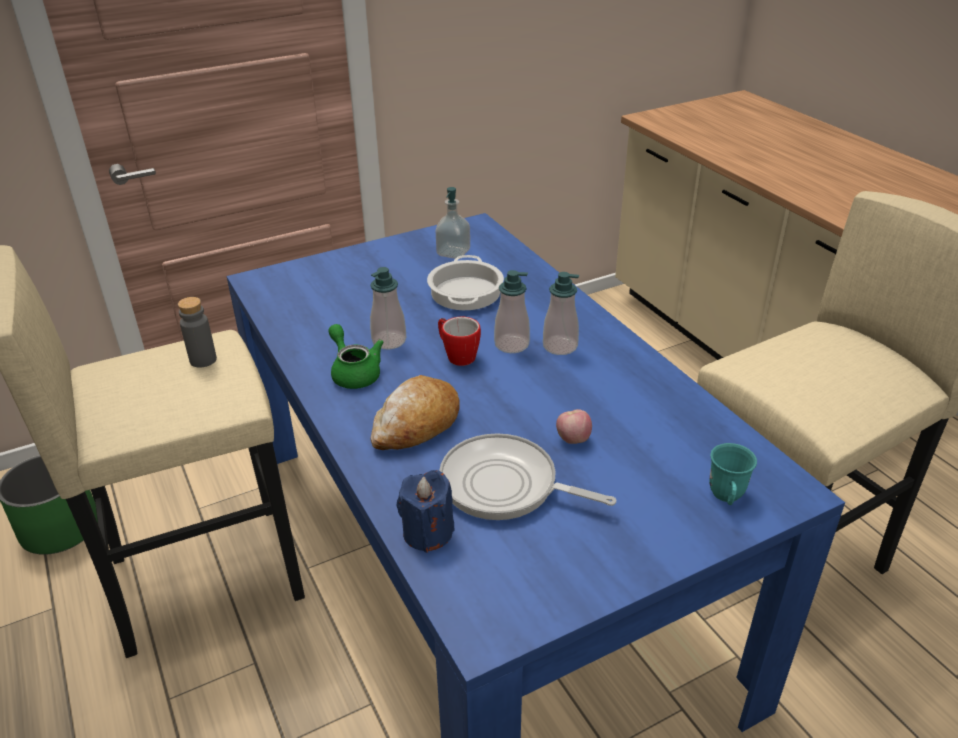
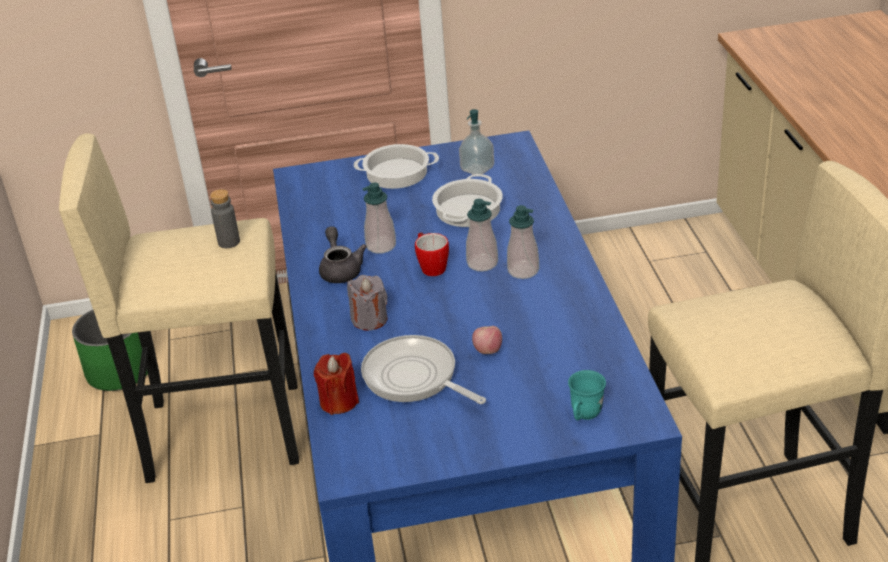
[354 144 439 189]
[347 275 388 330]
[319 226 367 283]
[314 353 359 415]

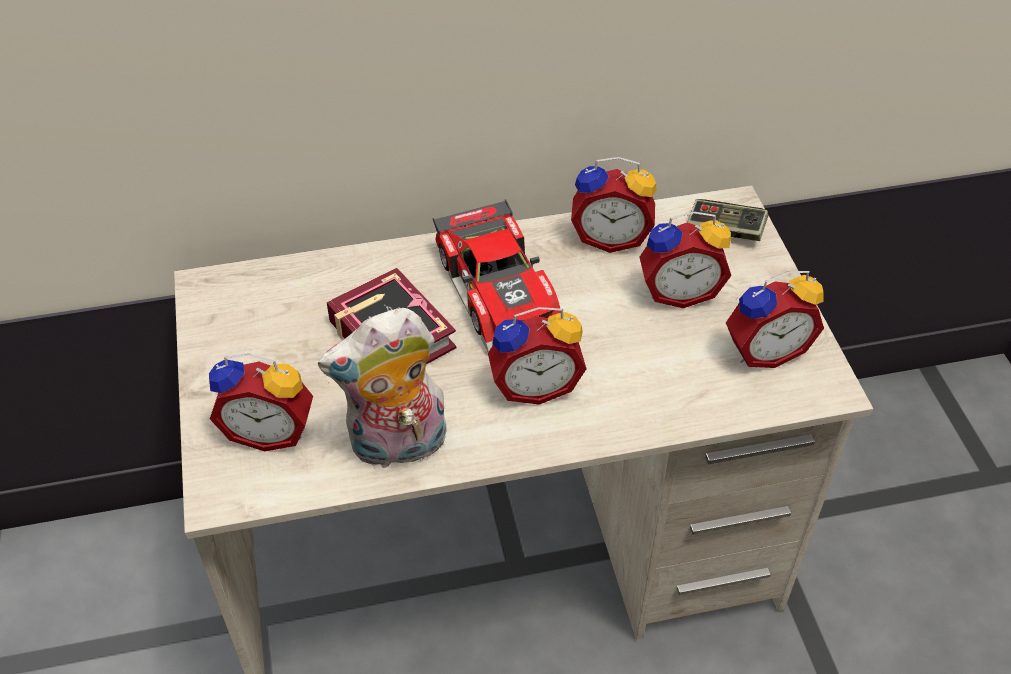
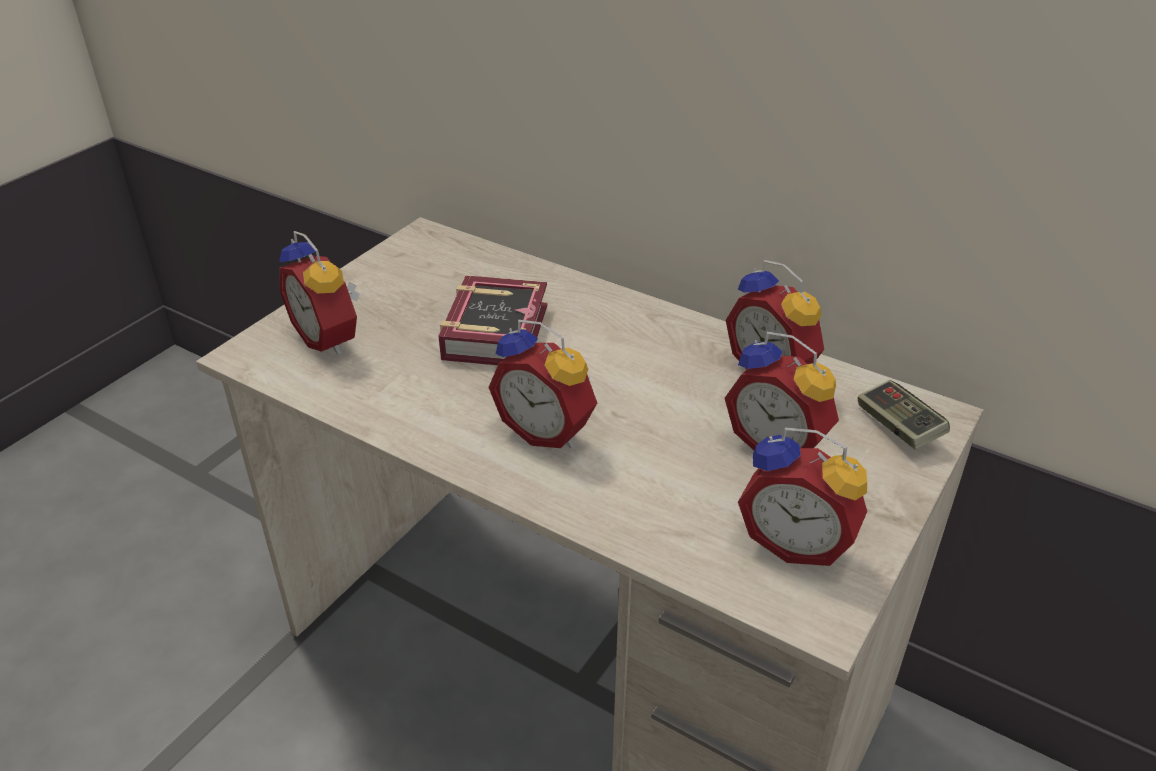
[318 308 447 469] (first image)
[433 199 561 353] (first image)

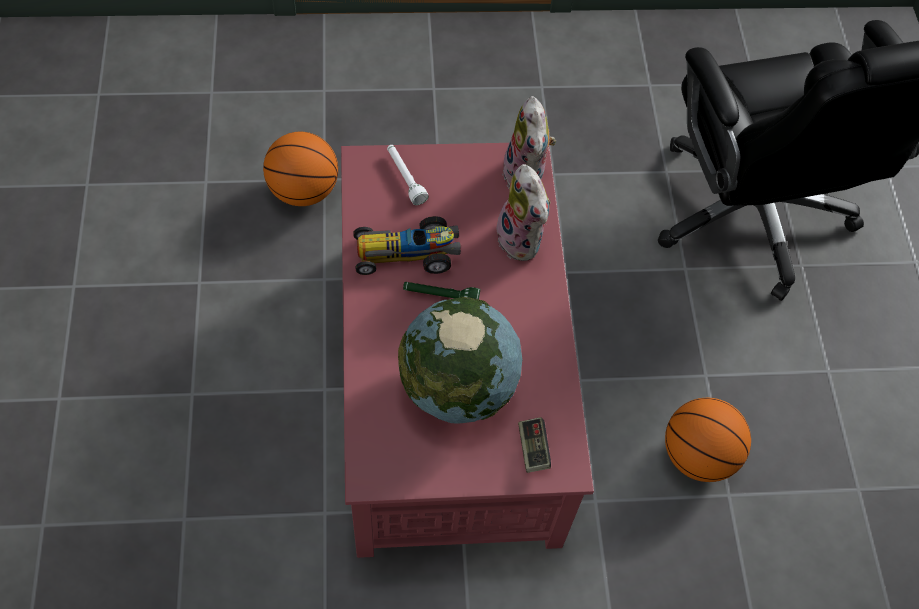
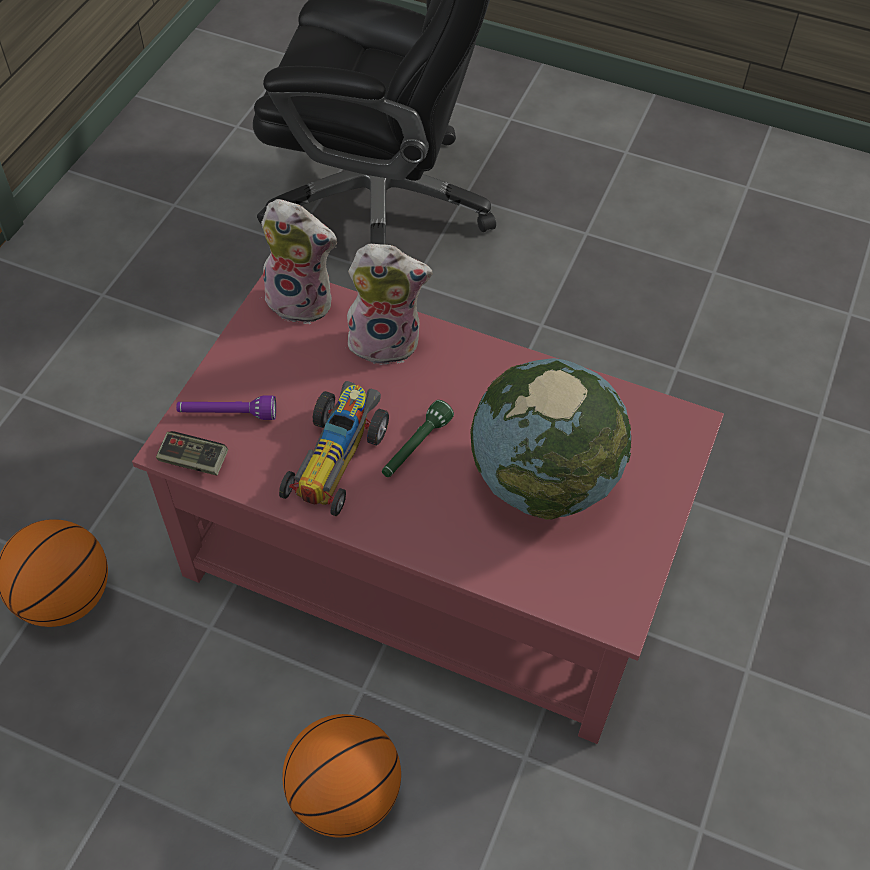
[156 431 228 476]
[282 714 401 838]
[176 395 276 420]

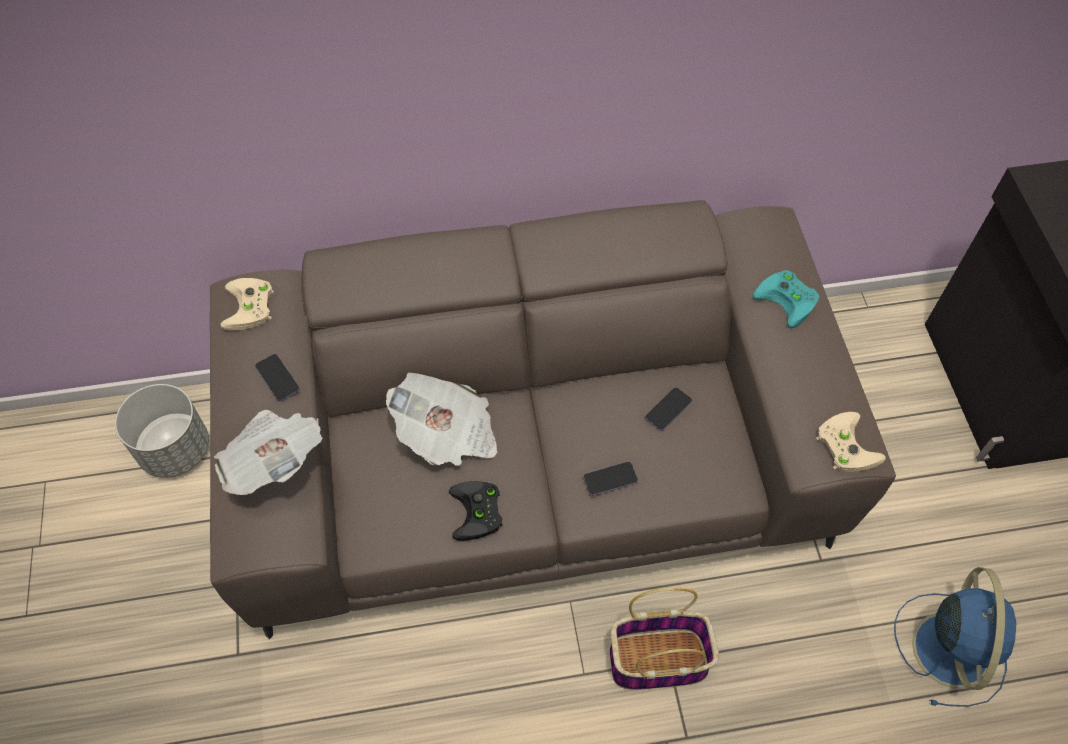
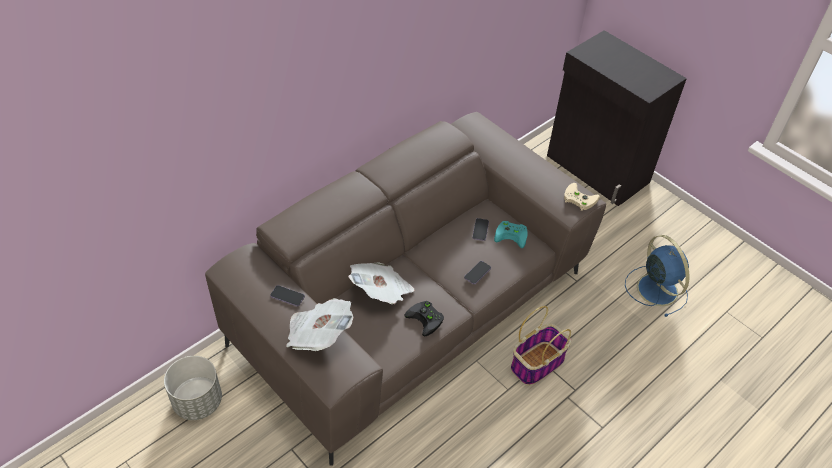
[220 278 274 330] (first image)
[494 221 528 248]

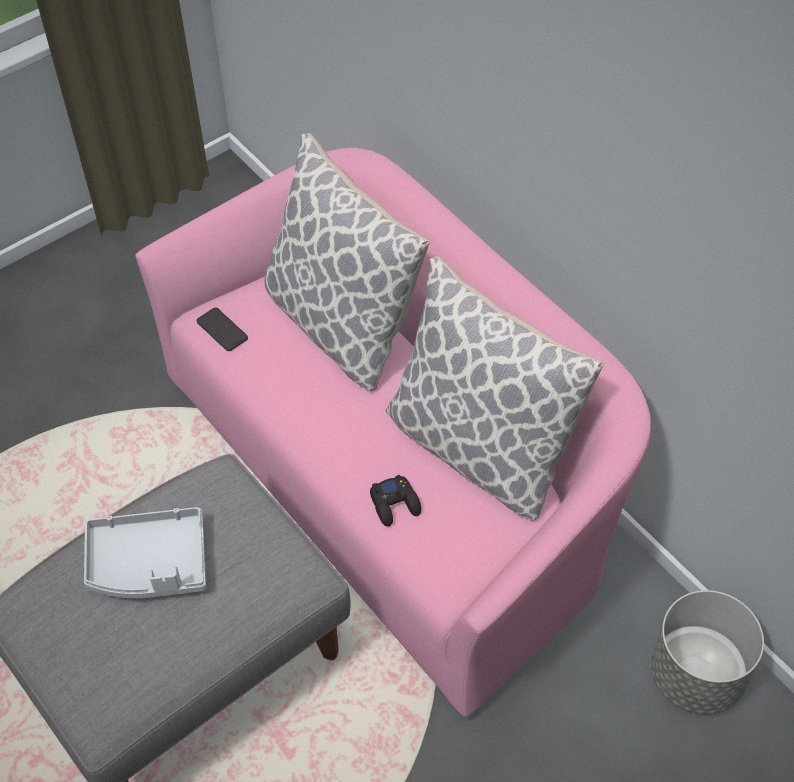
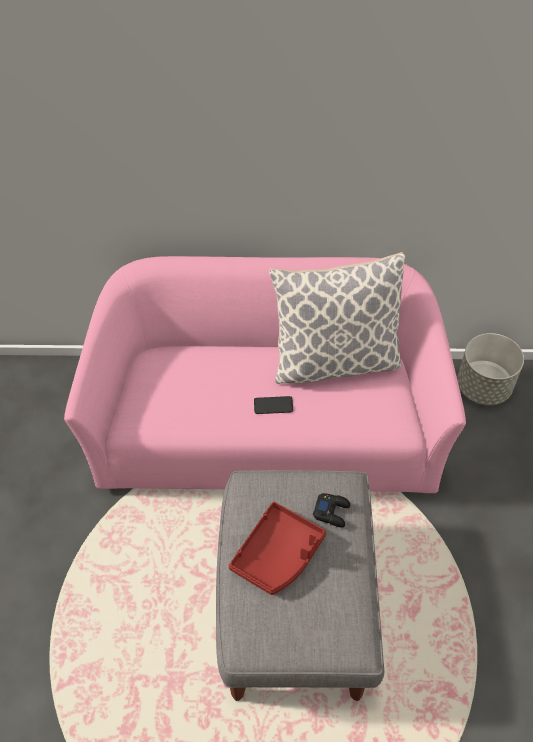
[264 133 430 391] (first image)
[254 396 293 414]
[313 493 350 528]
[229 502 326 595]

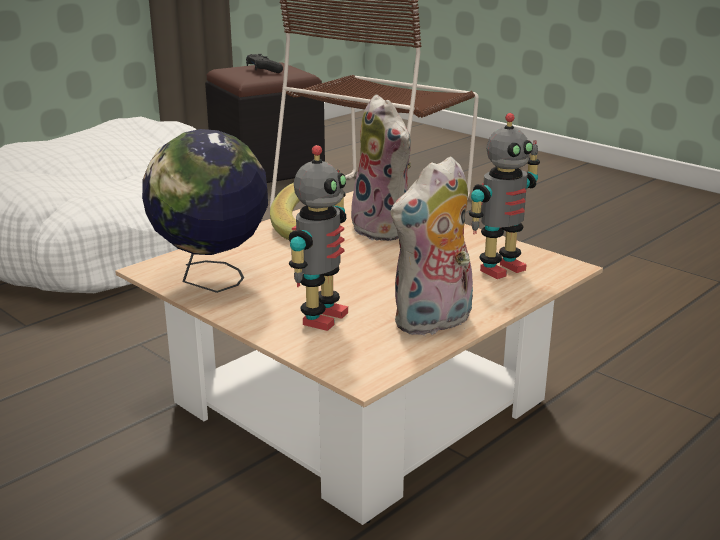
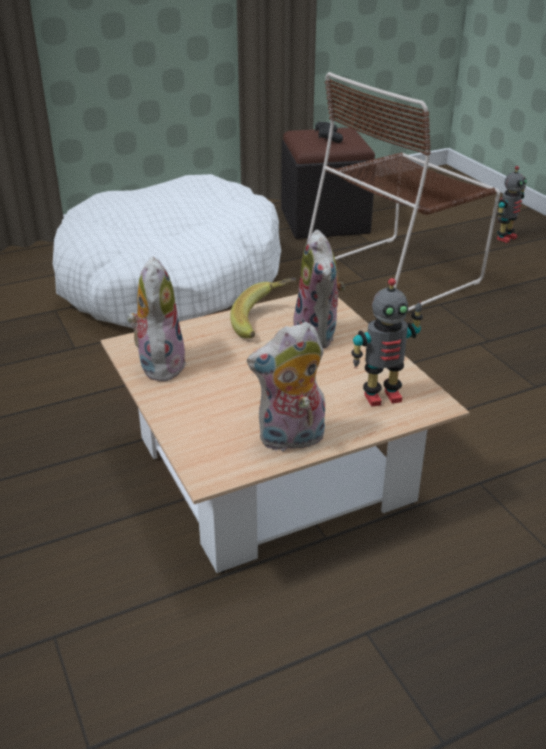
[497 166 527 243]
[127 256 186 382]

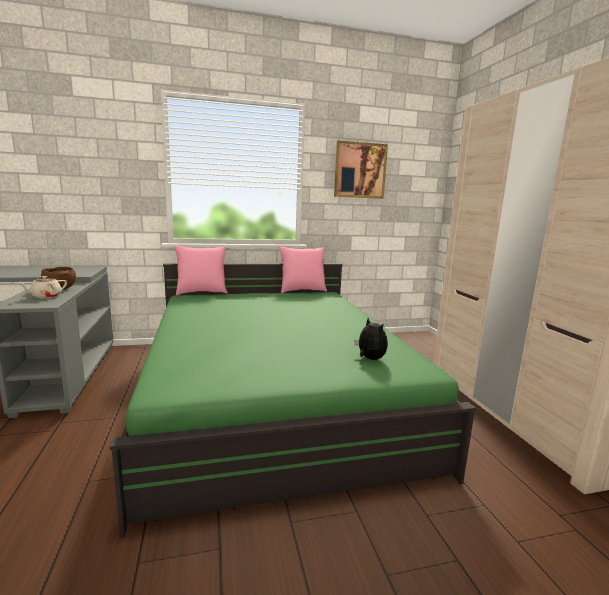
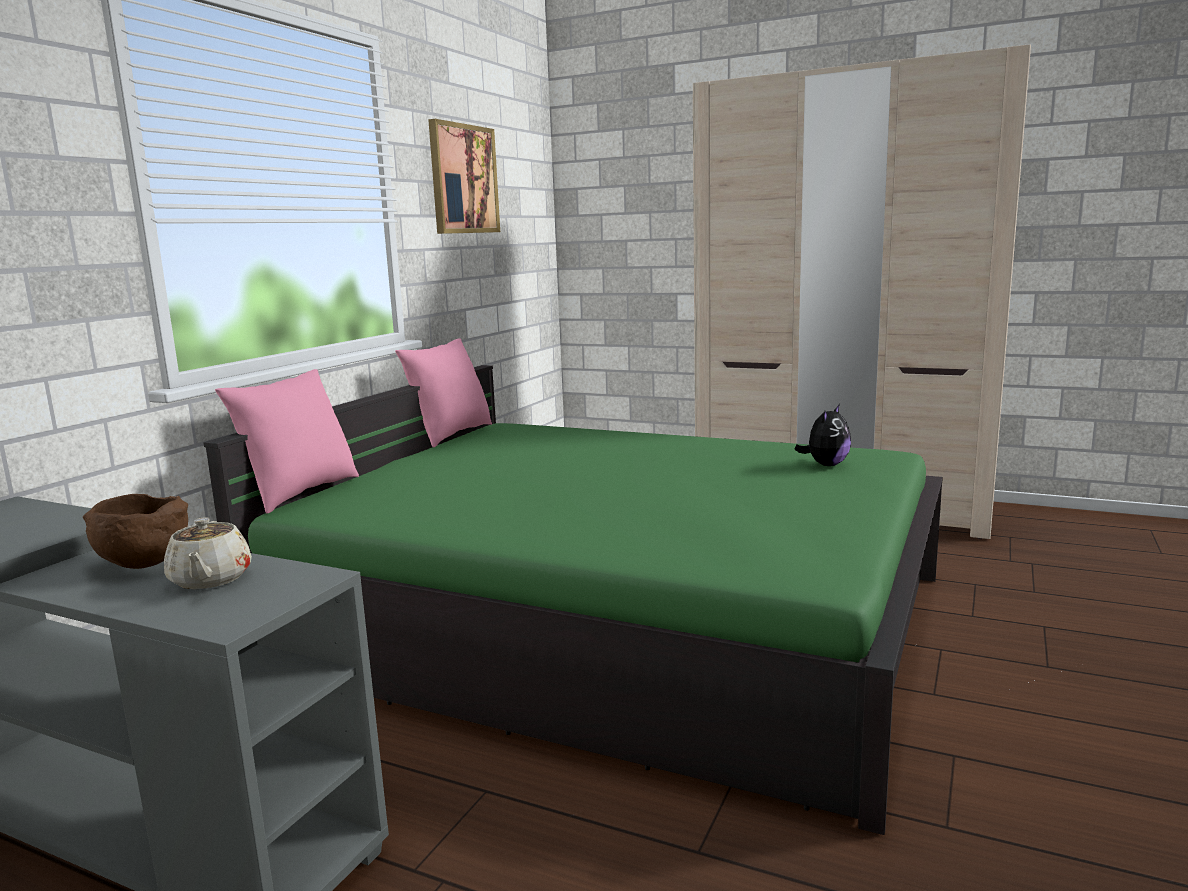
[794 404 851 466]

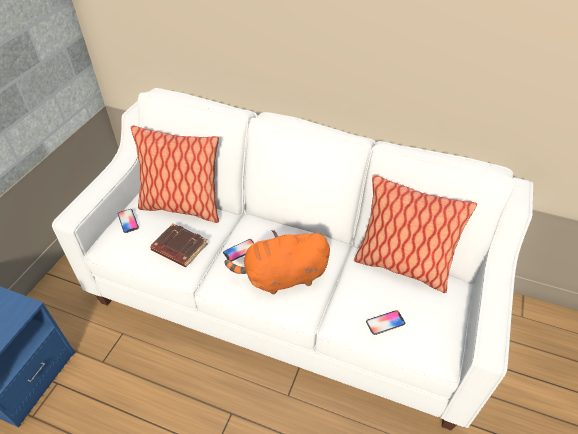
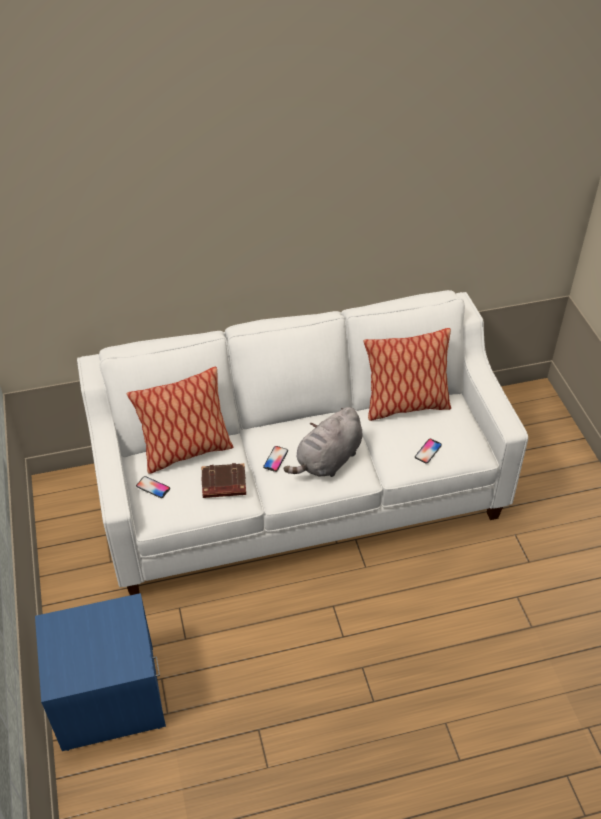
[284 407 362 477]

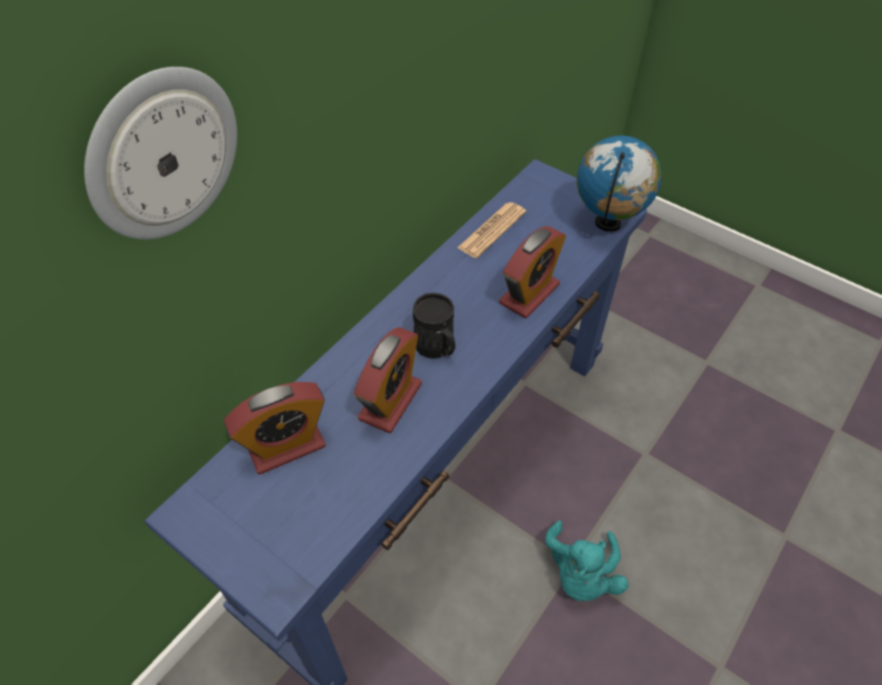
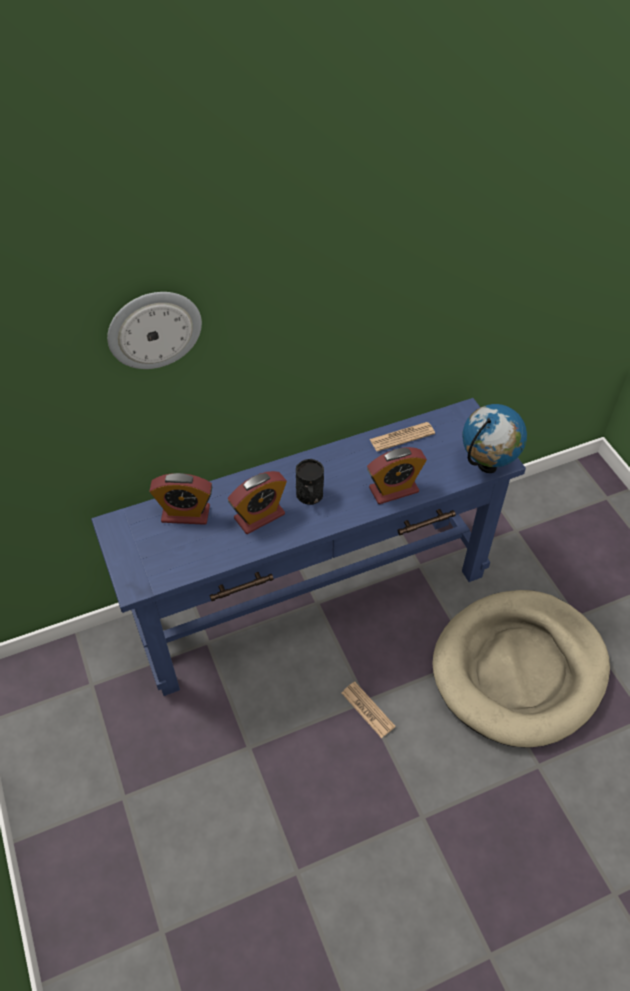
[432 590 610 748]
[342 682 396 738]

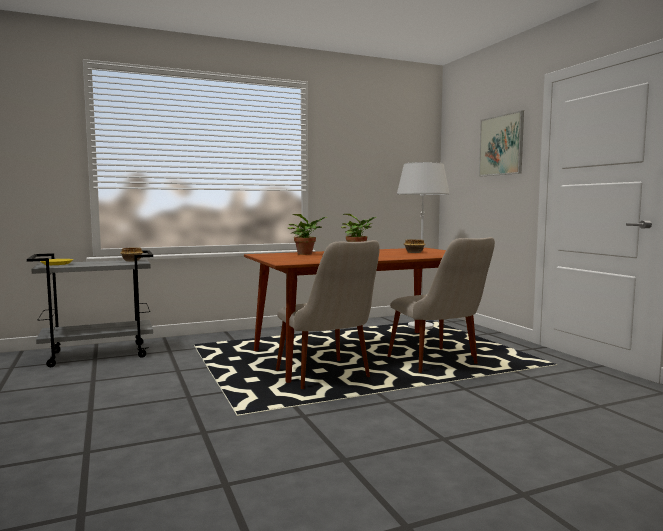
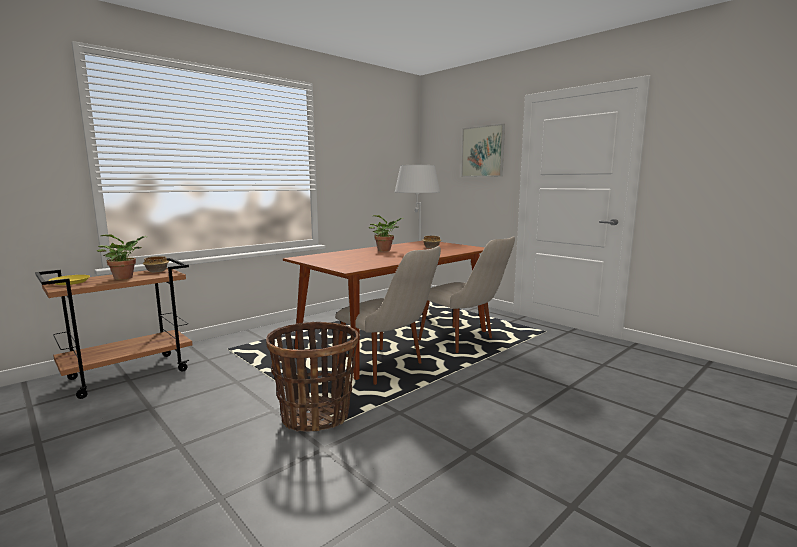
[266 322 359 432]
[97 235 147 280]
[35 258 192 399]

